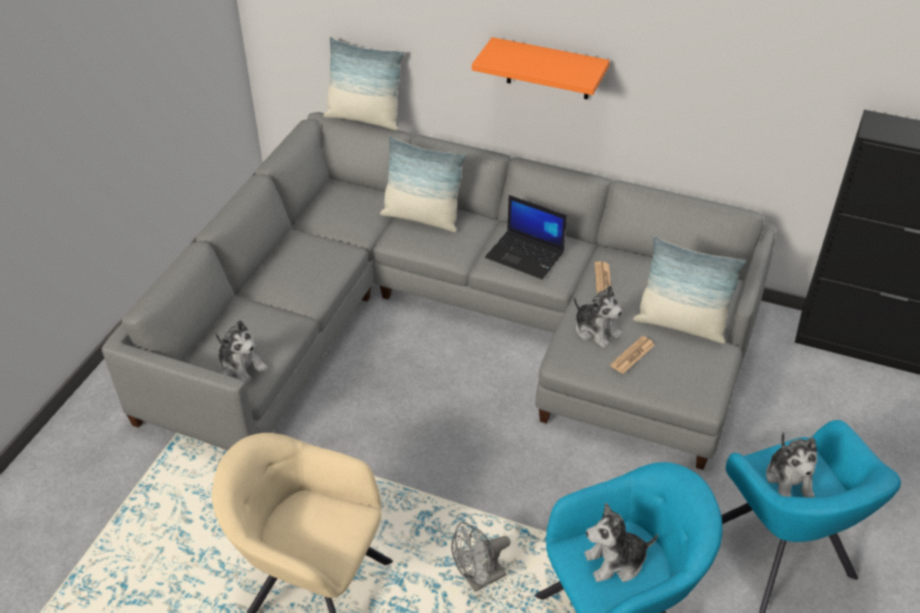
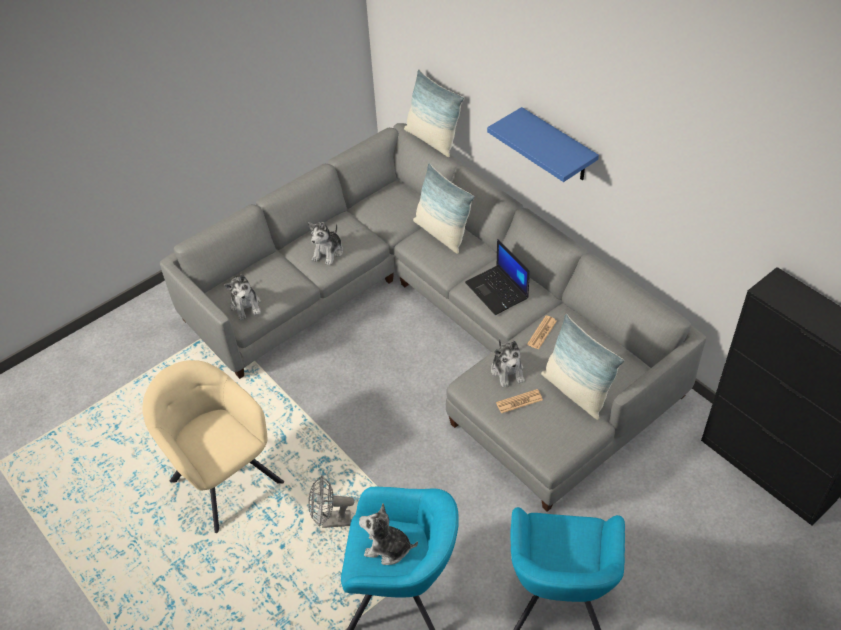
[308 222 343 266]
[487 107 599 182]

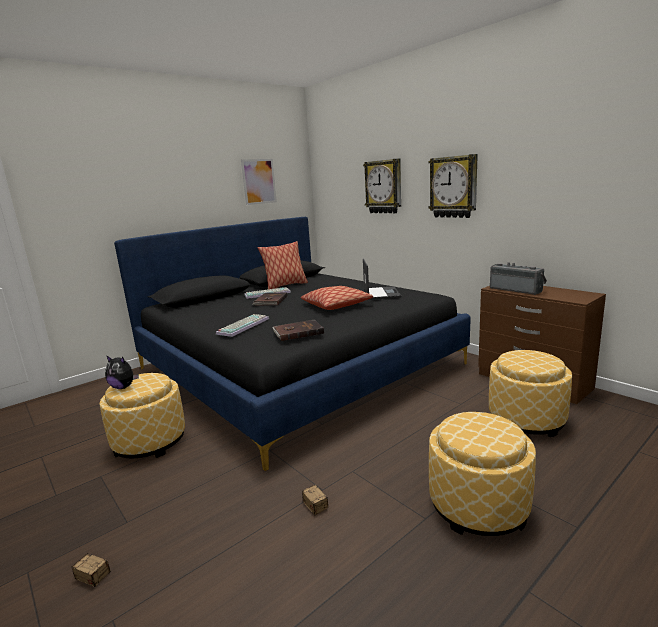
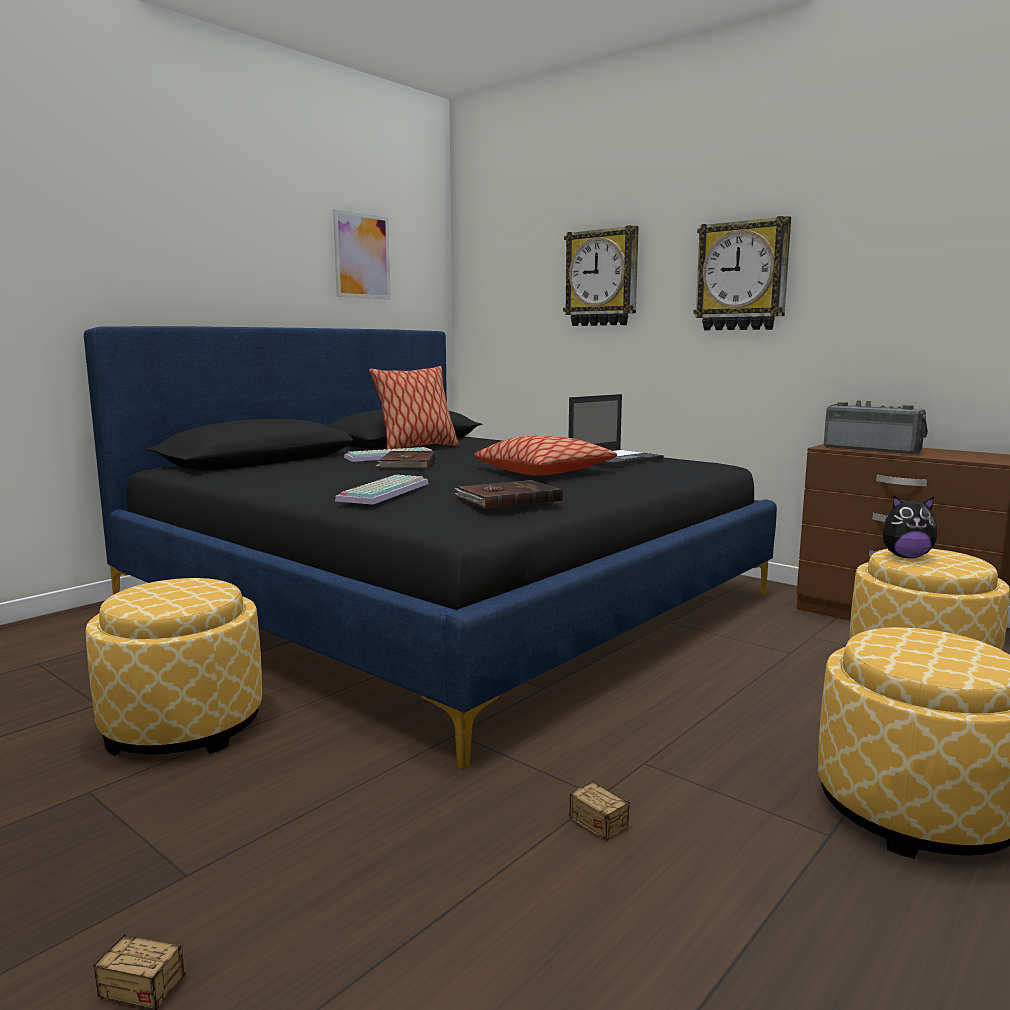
[882 496 937 558]
[569 394 664 466]

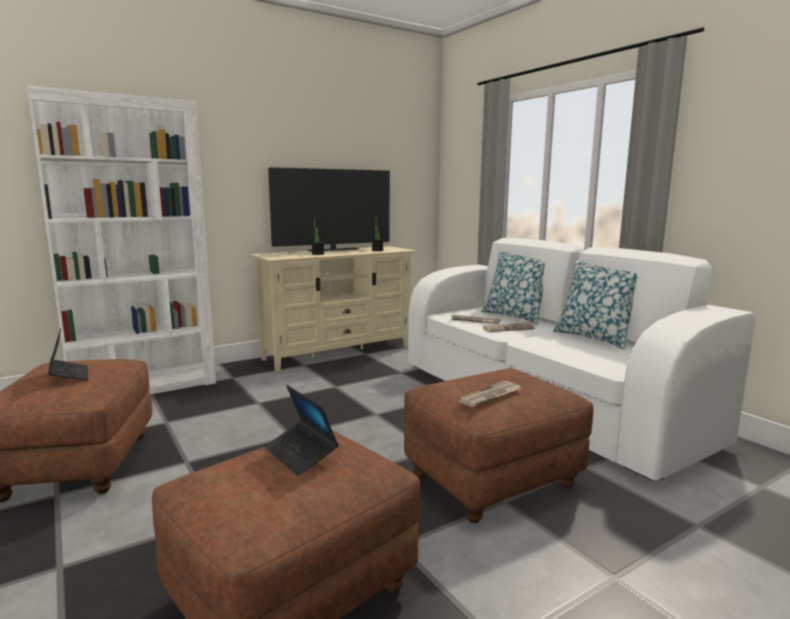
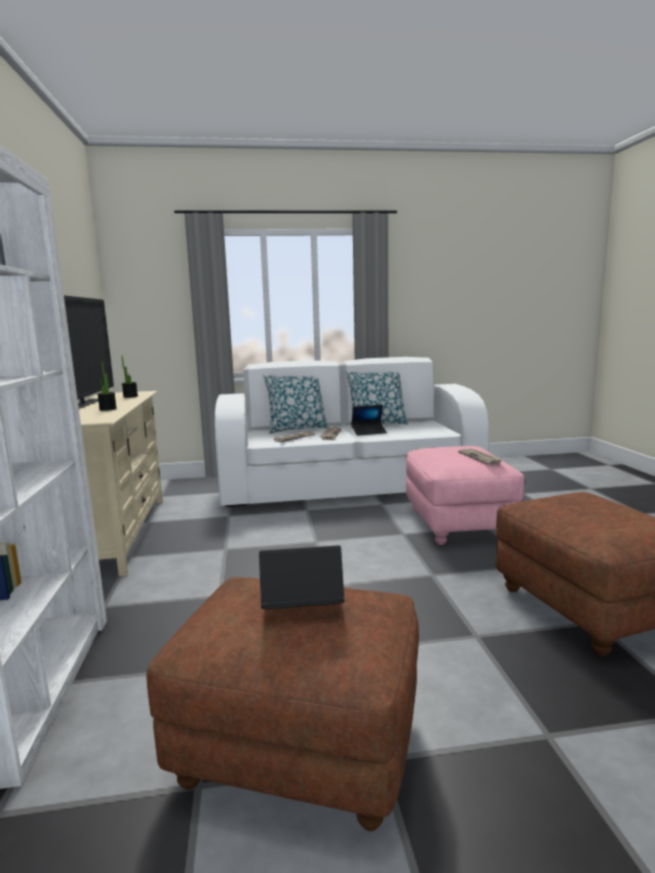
[351 405 387 436]
[406 446 524 545]

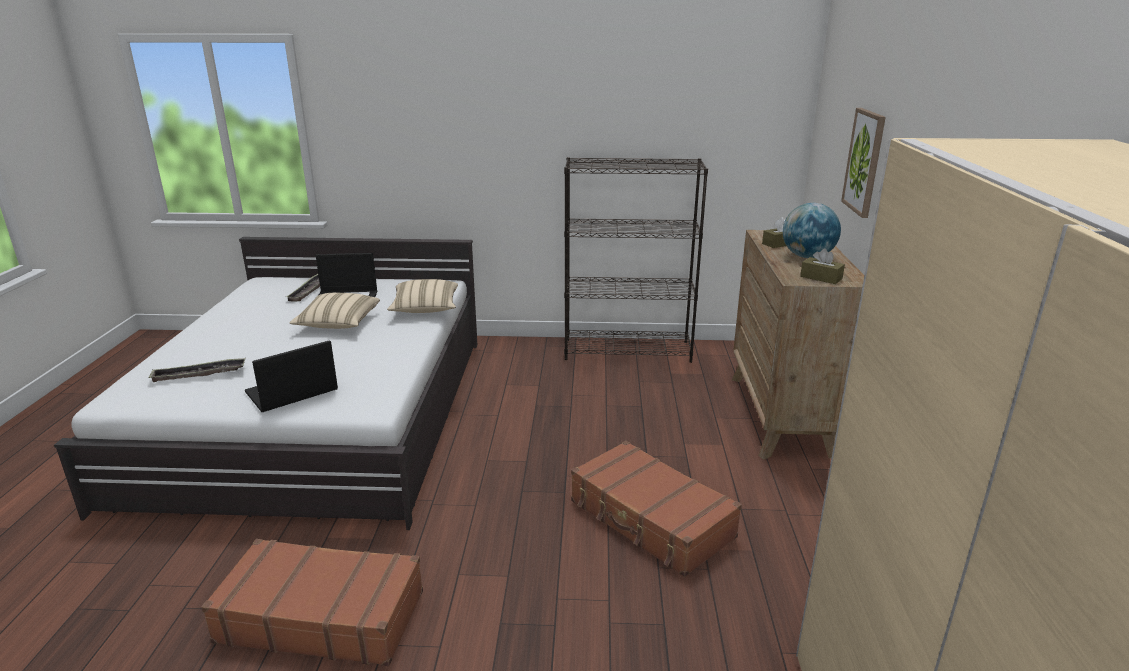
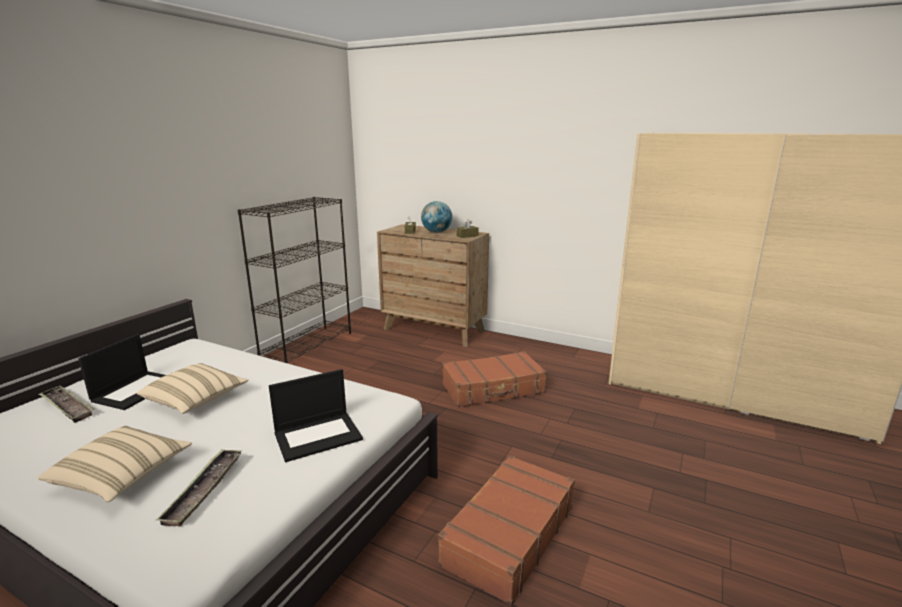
[841 108 886 218] (first image)
[38 426 192 502]
[269 369 363 462]

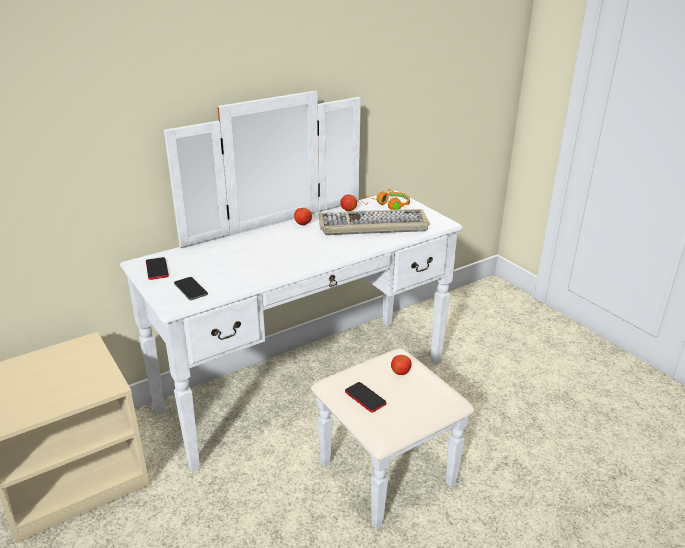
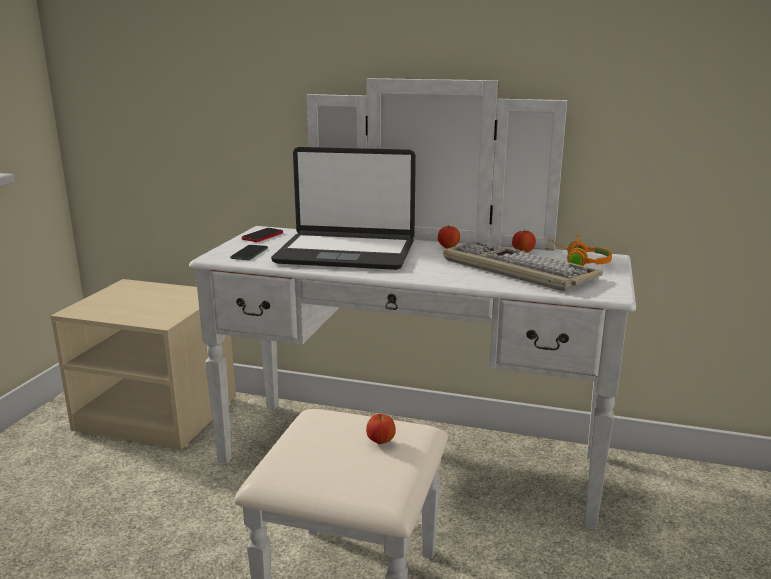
[345 382 386 413] (first image)
[271 147 416 270]

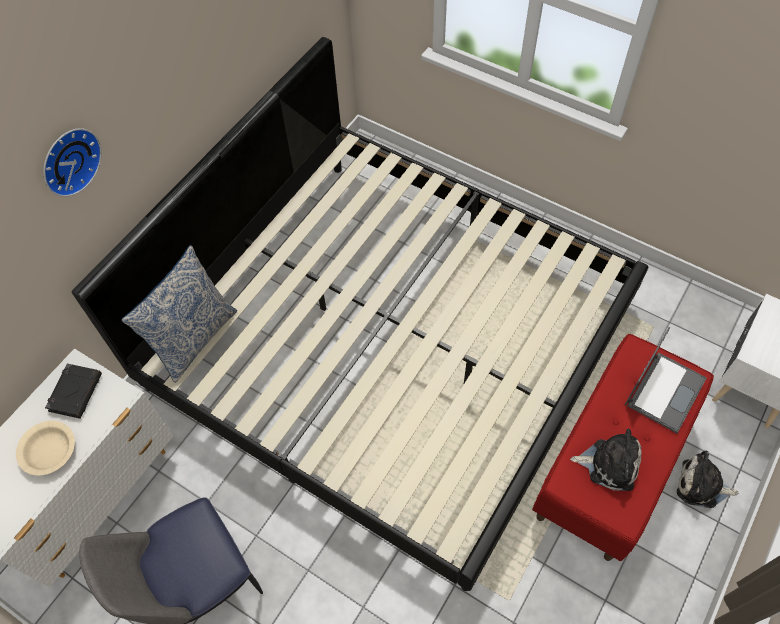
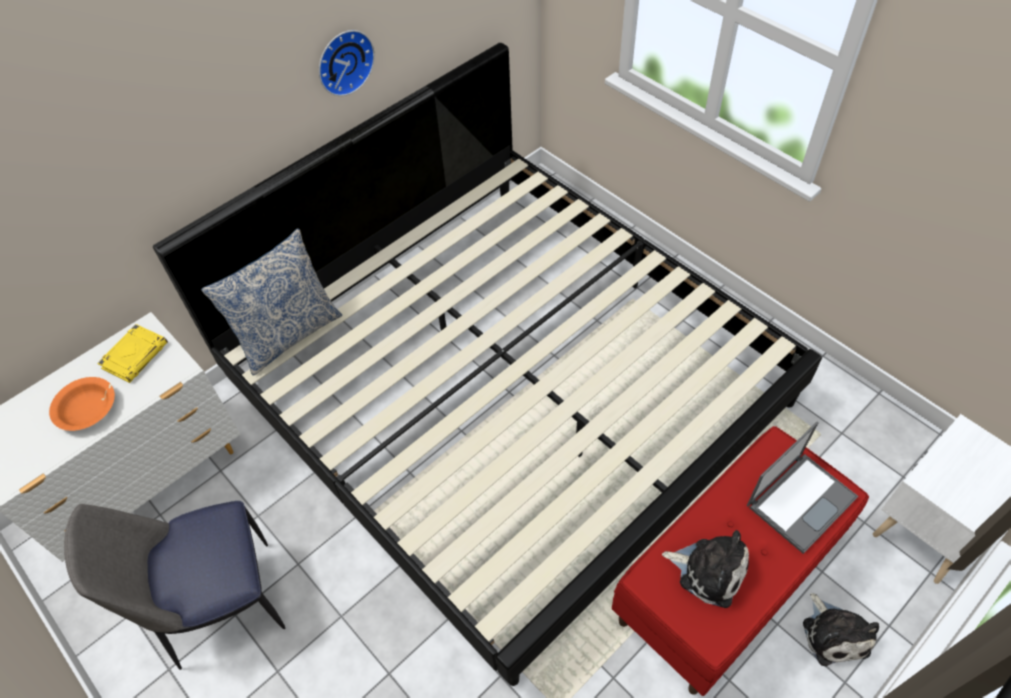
[319 30 375 96]
[49 377 115 431]
[97 324 168 383]
[803 593 879 666]

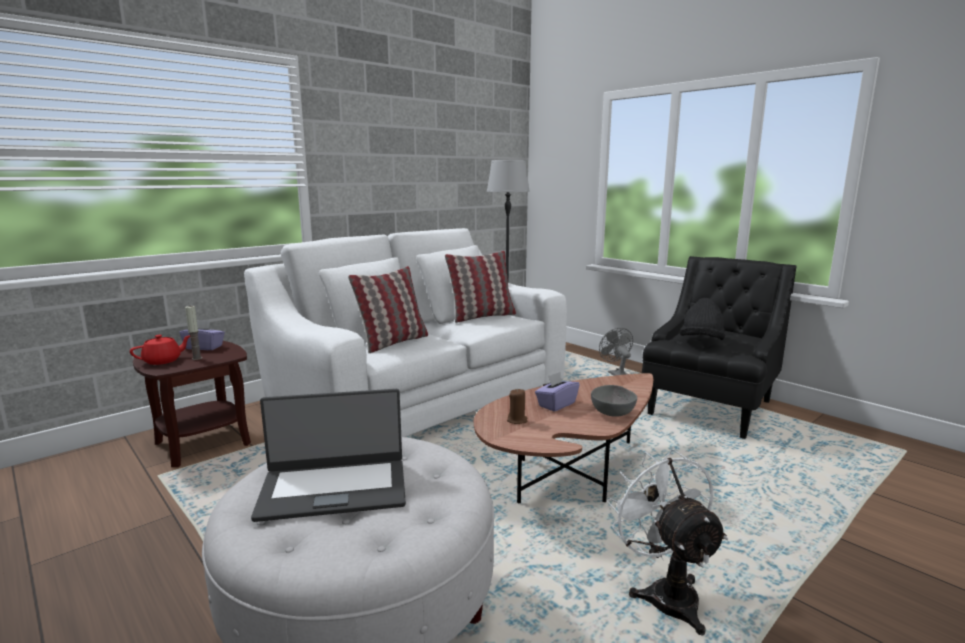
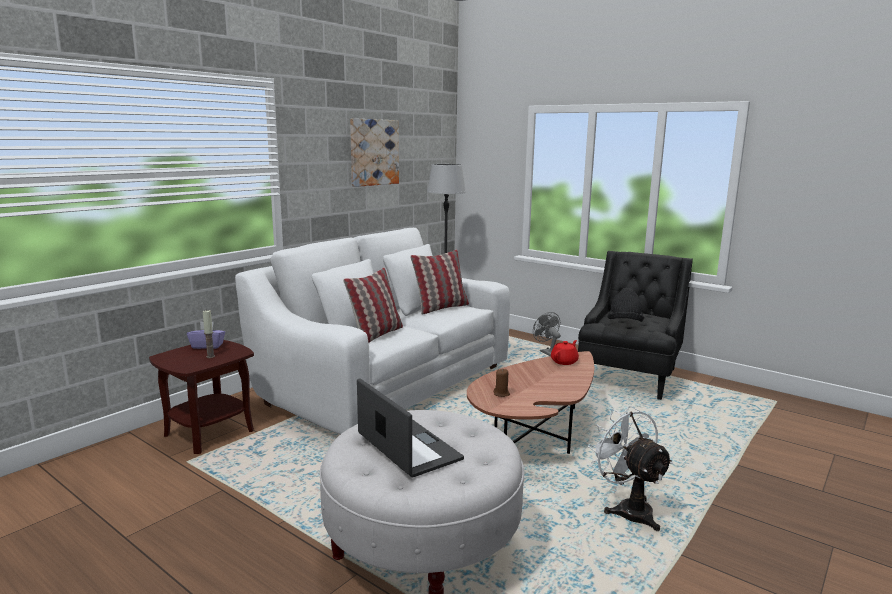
[535 372 580 411] (first image)
[591 385 637 417] (first image)
[350 118 399 187]
[551 340 579 365]
[357 378 464 477]

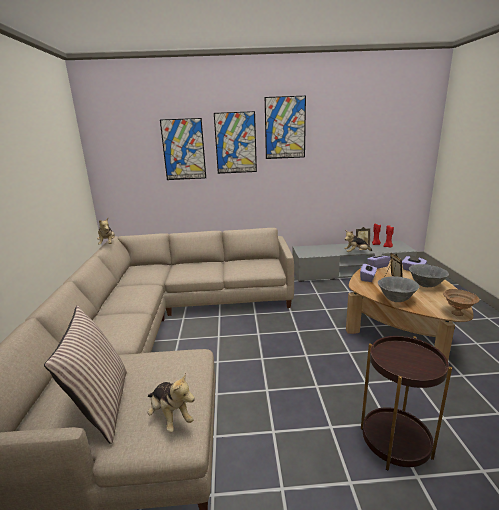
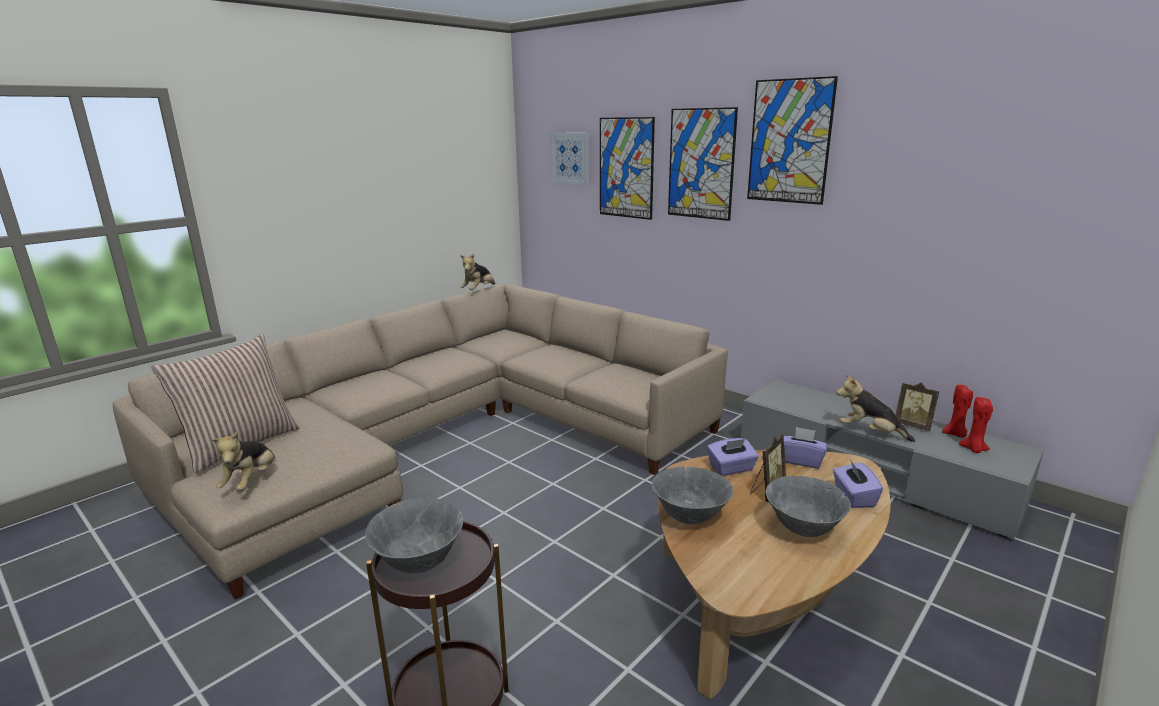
[443 289 480 316] (first image)
[365 498 463 573]
[550 133 589 184]

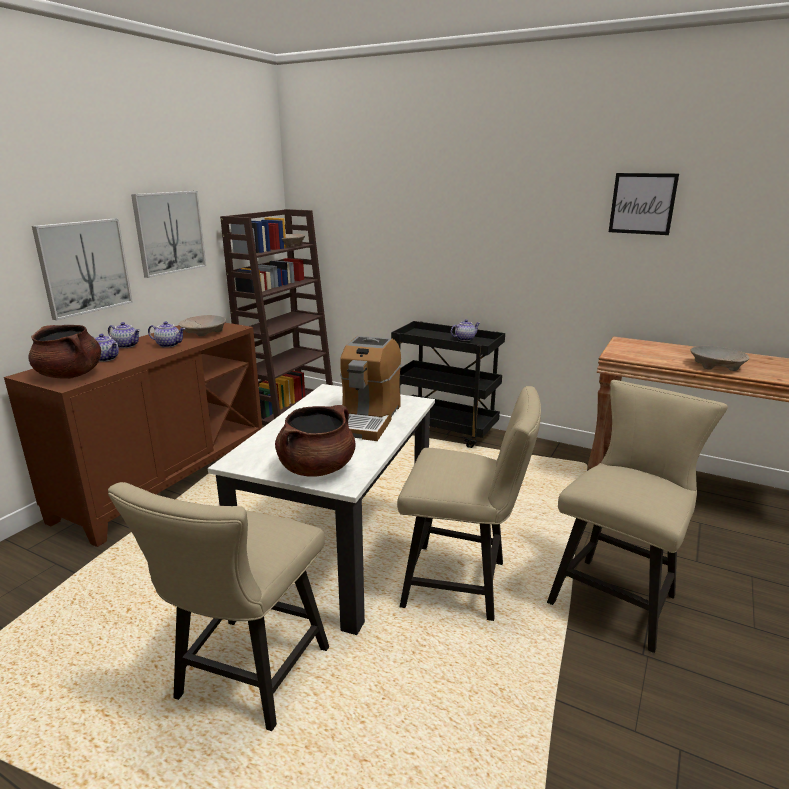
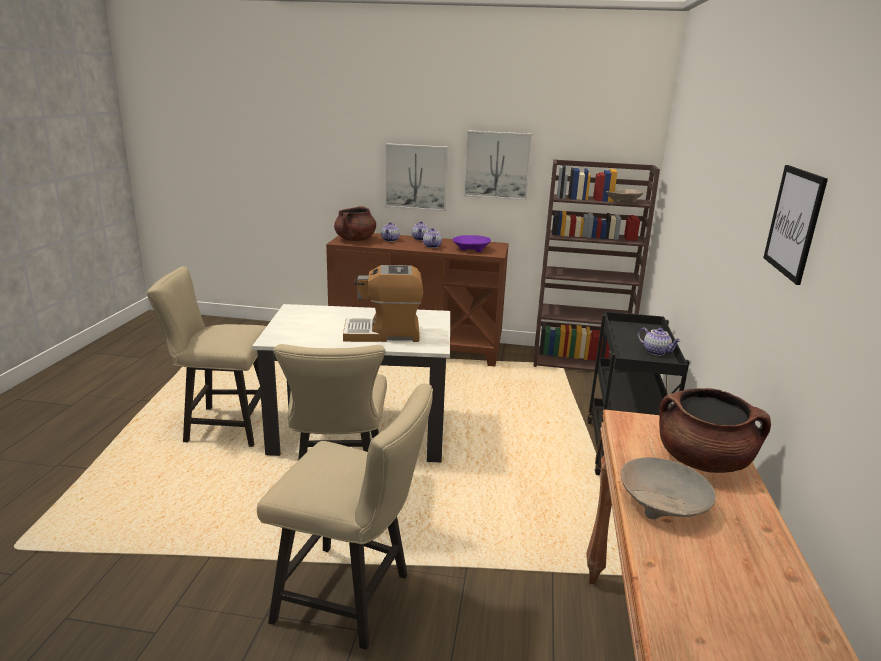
[659 388 771 473]
[453 235 491 252]

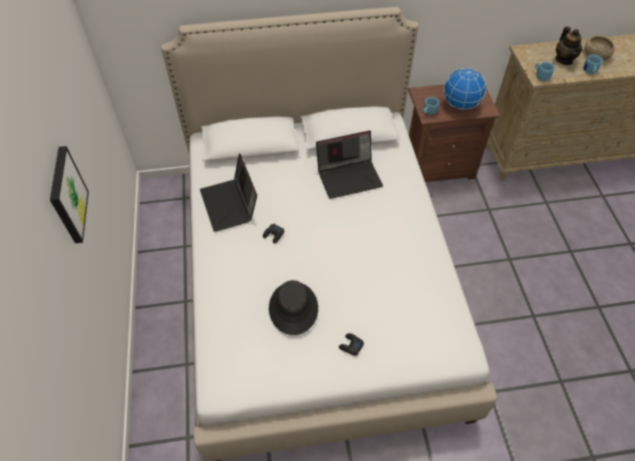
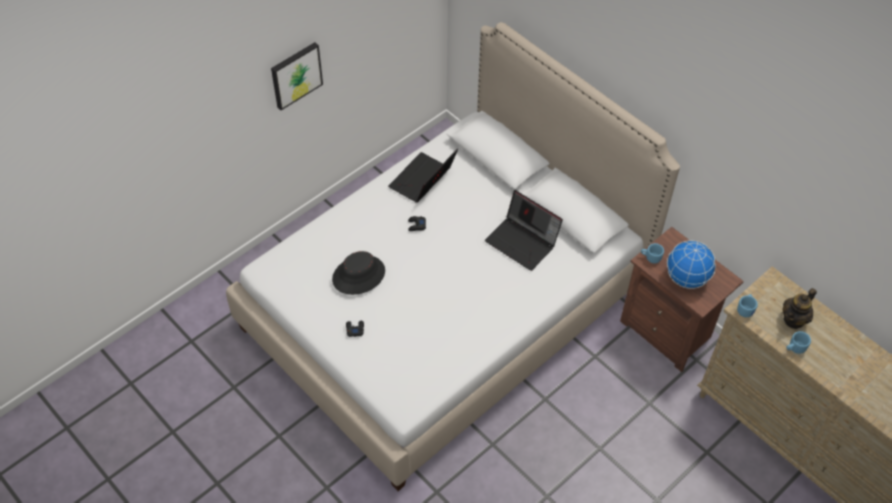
[584 35 615 61] (first image)

